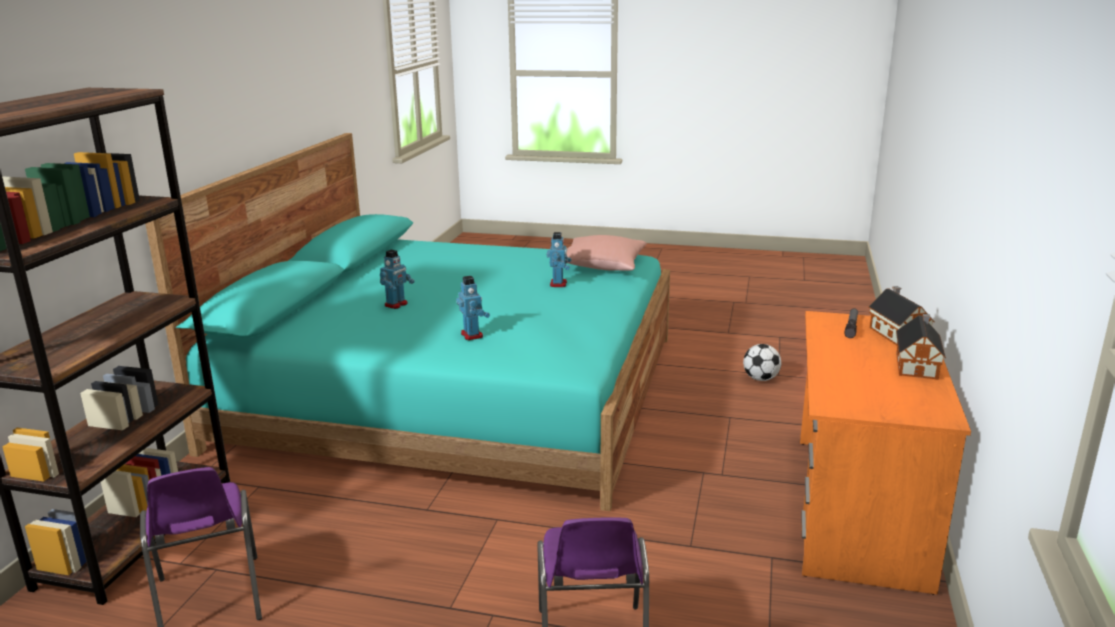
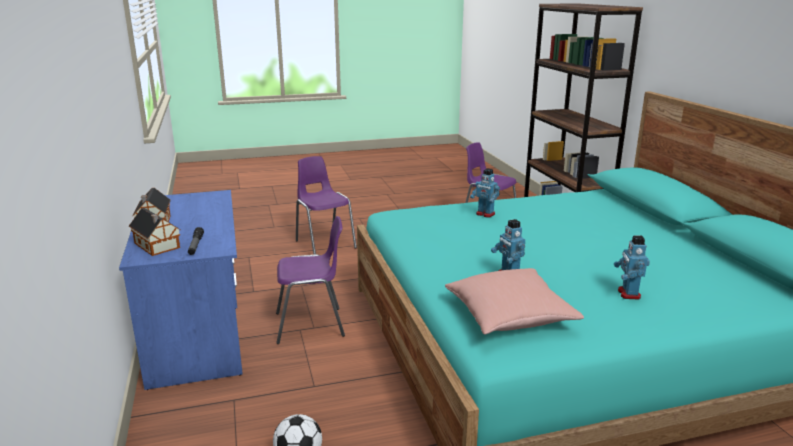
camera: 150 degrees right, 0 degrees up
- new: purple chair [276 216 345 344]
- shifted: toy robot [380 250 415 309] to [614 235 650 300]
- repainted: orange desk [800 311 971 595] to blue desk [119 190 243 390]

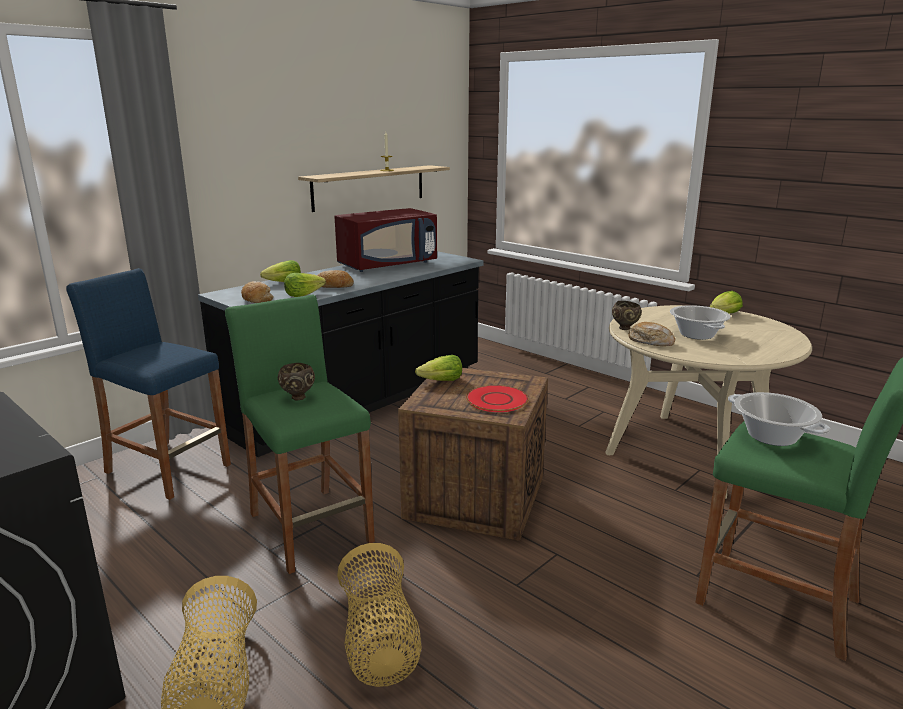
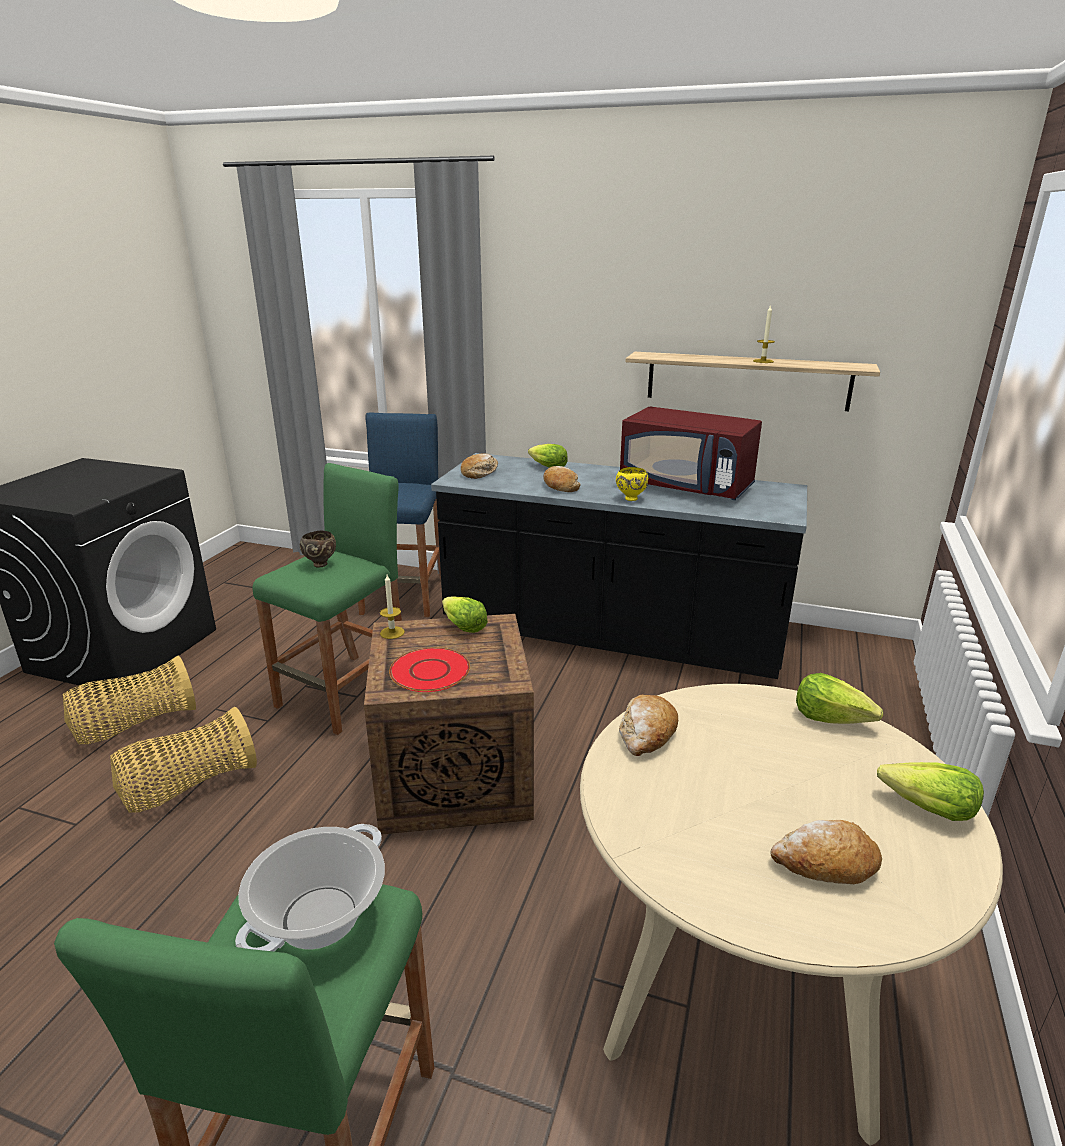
camera: 65 degrees right, 5 degrees up
- gone: brown bowl [612 301 642 330]
- gone: cooking pot [670 305 731 340]
- new: candle [380 575 405 639]
- new: yellow bowl [616 467 648 501]
- new: bread [770 820 882 884]
- shifted: lettuce [284 273 326 297] to [796 673 883 724]

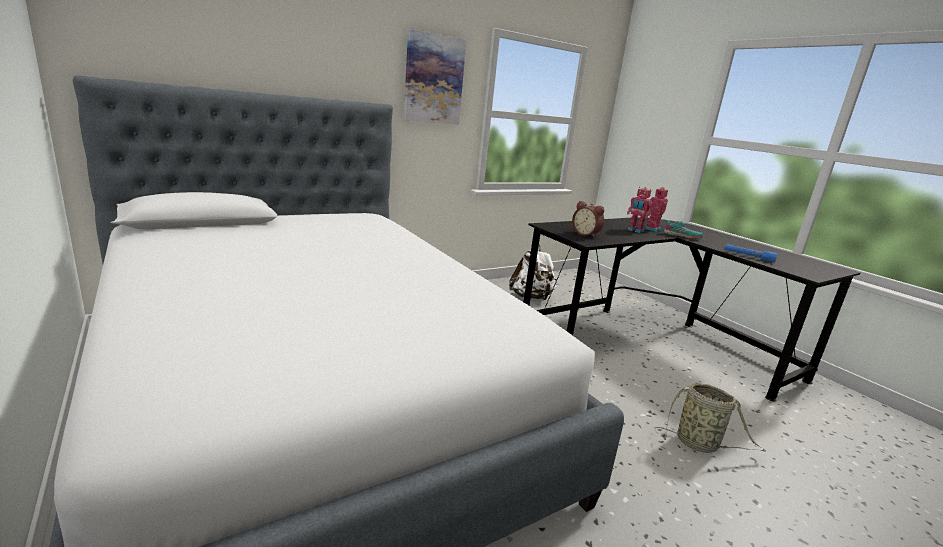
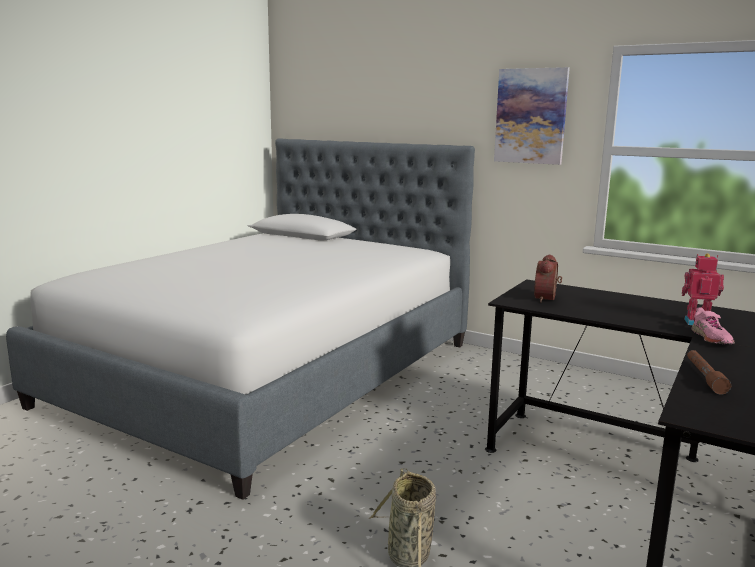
camera: 65 degrees right, 5 degrees down
- gone: white backpack [509 245 557 300]
- gone: toy robot [627 187 653 233]
- repainted: turquoise shoe [664 220 703 239] to pink shoe [692 307 735 344]
- repainted: blue flashlight [724 244 778 263] to brown flashlight [687 350 731 395]

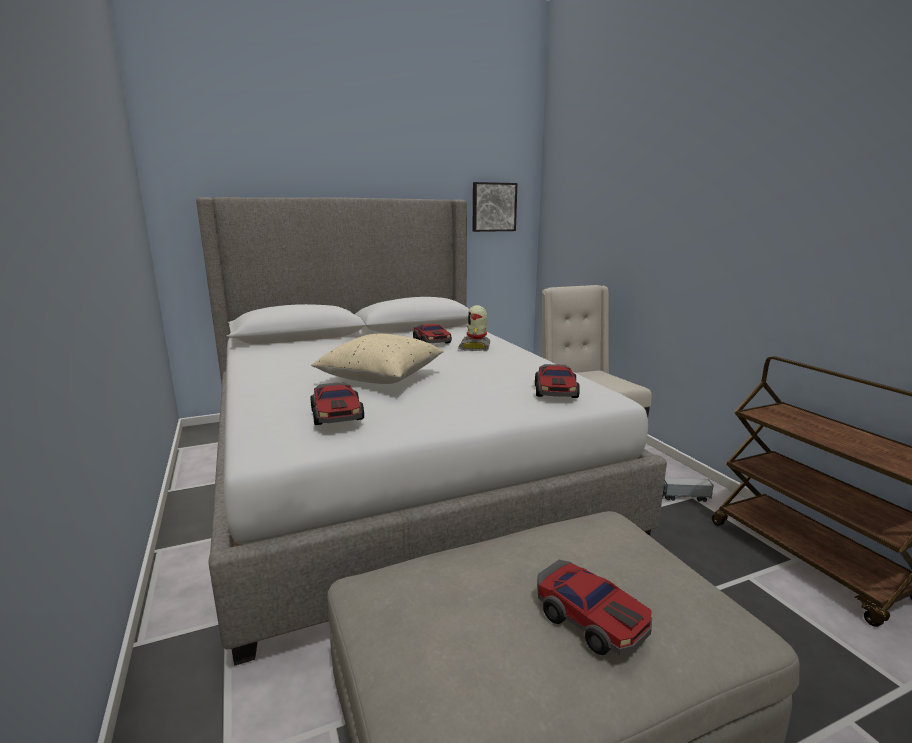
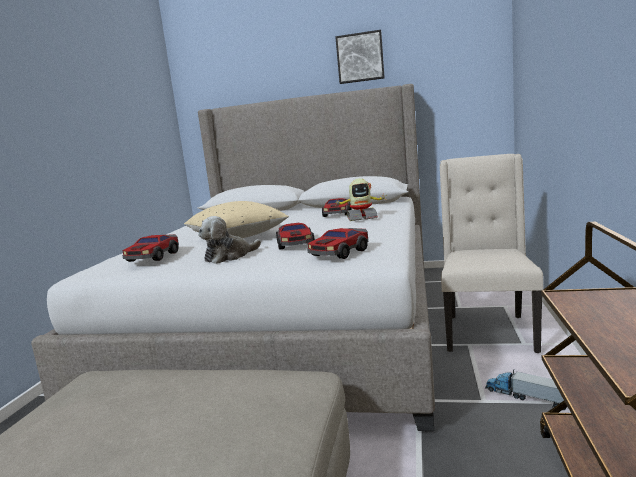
camera: 35 degrees right, 5 degrees down
- new: plush toy [198 216 261 264]
- shifted: picture [472 182 517 232] to [335 30 385 84]
- shifted: toy car [537 560 652 655] to [276 223 315 249]
- rotated: toy robot [458 305 490 351] = [335 178 387 221] 135 degrees counterclockwise

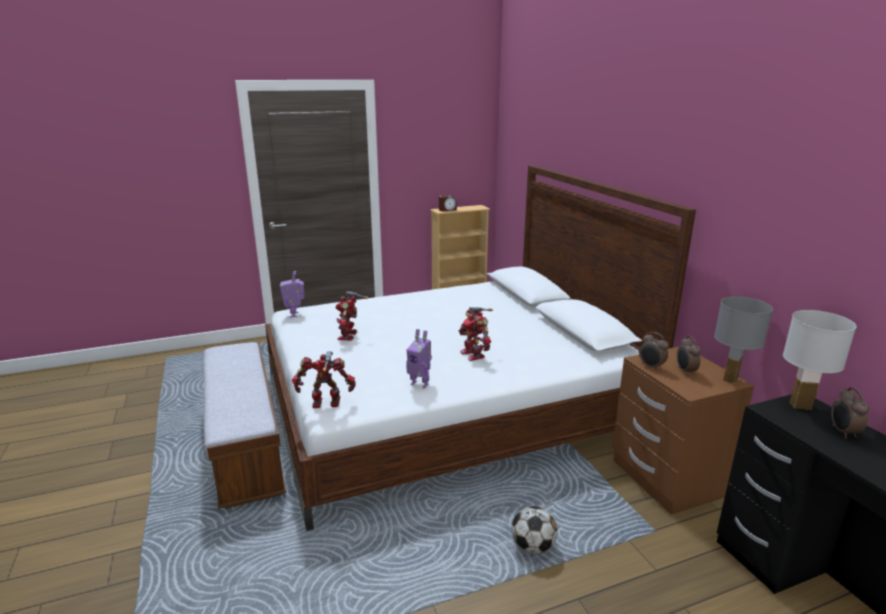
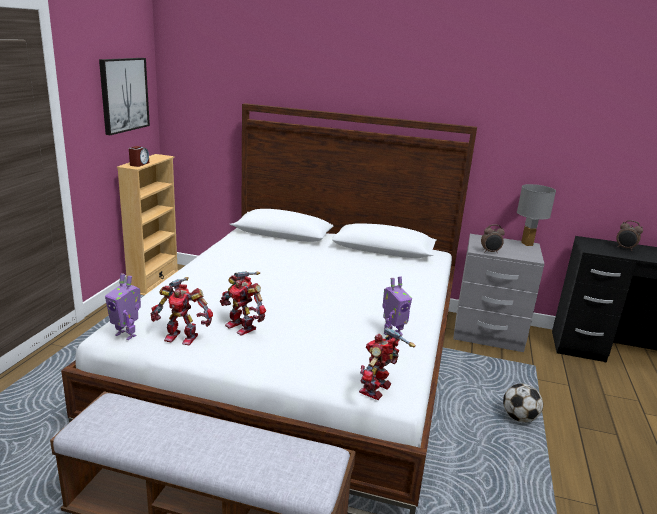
camera: 55 degrees left, 0 degrees up
- gone: alarm clock [677 336 701 376]
- gone: white table lamp [783 310 857 410]
- new: picture [99 58 150 135]
- shifted: toy robot [459 307 493 361] to [151 277 213 345]
- repainted: brown nightstand [612 346 754 515] to grey nightstand [453 234 544 352]

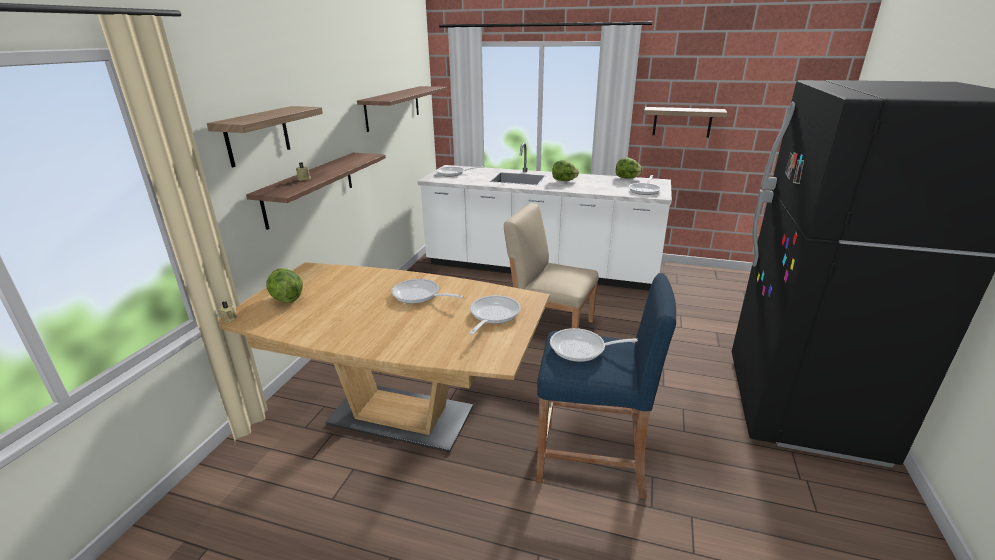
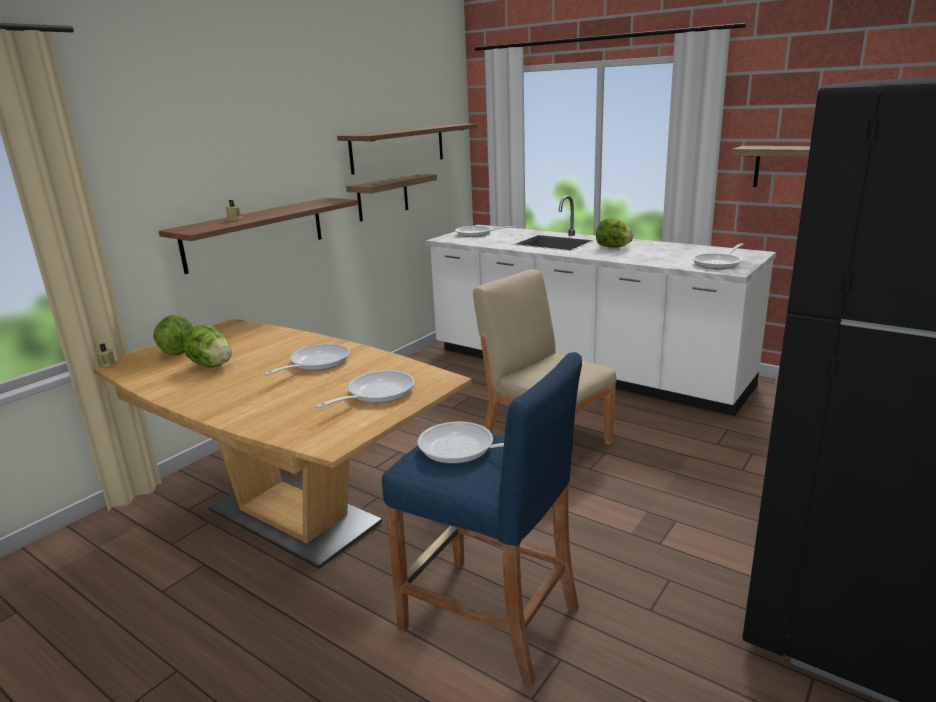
camera: 20 degrees right, 5 degrees down
- shifted: shelf [207 106 323 167] to [346 173 437 222]
- shifted: lettuce [616 158 643 179] to [184 325 232 368]
- rotated: frying pan [391 279 464 304] = [264 344 350 375] 75 degrees clockwise

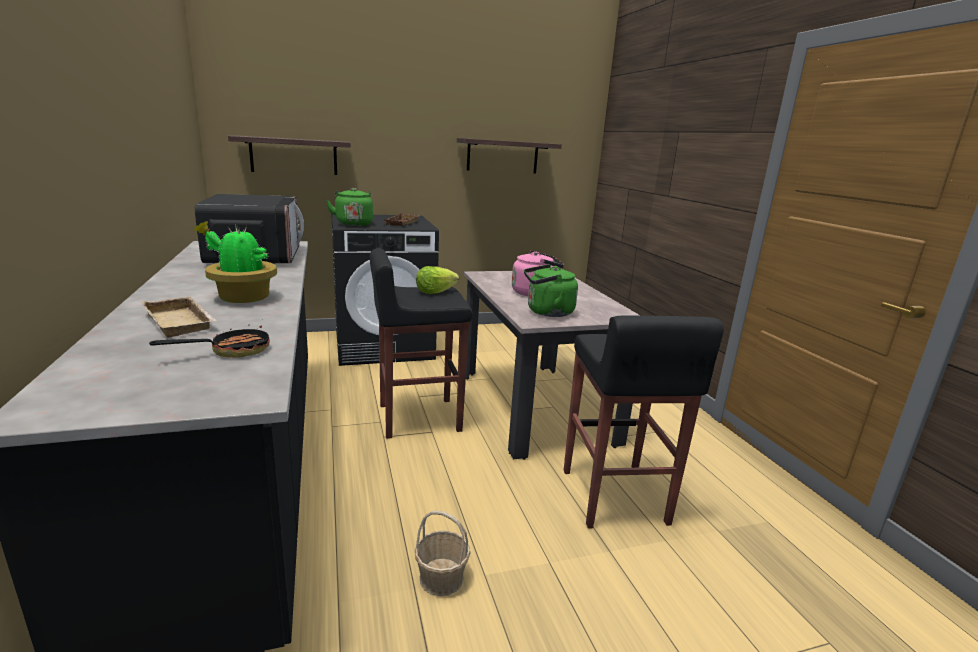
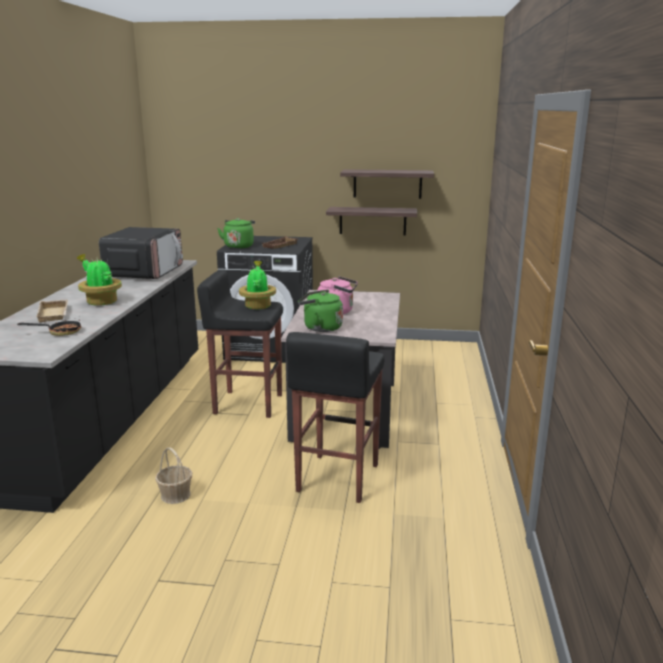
camera: 25 degrees right, 0 degrees up
- shifted: shelf [228 135 351 175] to [326 207 417 235]
- swapped: lettuce [416 266 459 294] to potted plant [239 261 276 309]

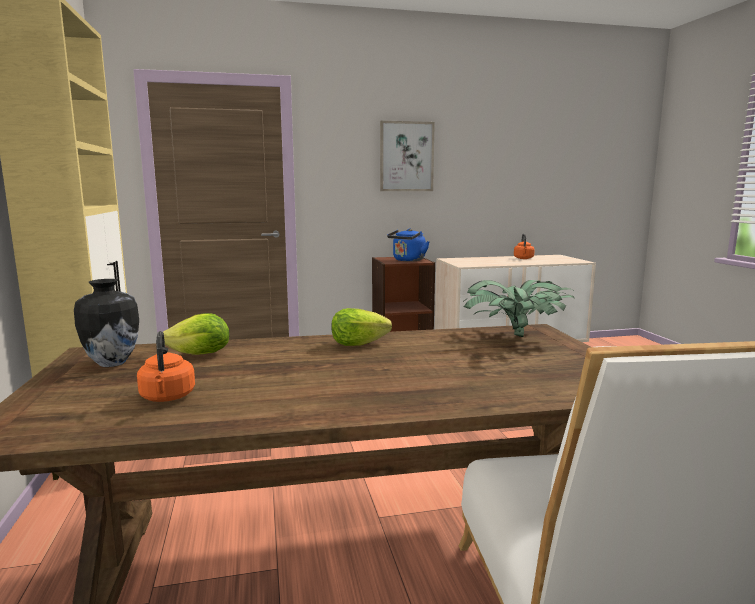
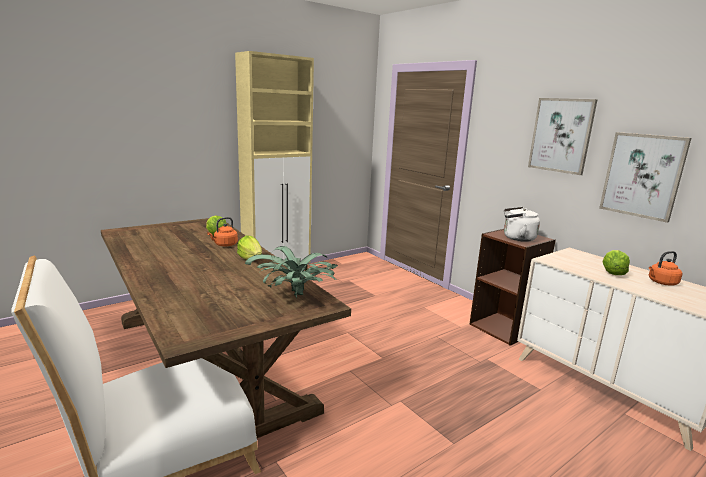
camera: 65 degrees right, 5 degrees up
- gone: vase [74 279 139 367]
- new: picture [599 132 691 223]
- new: lettuce [602 250 630 275]
- shifted: orange kettle [137 331 195 402] to [207 217 238 246]
- repainted: blue kettle [387 228 430 261] to white kettle [504 207 540 242]

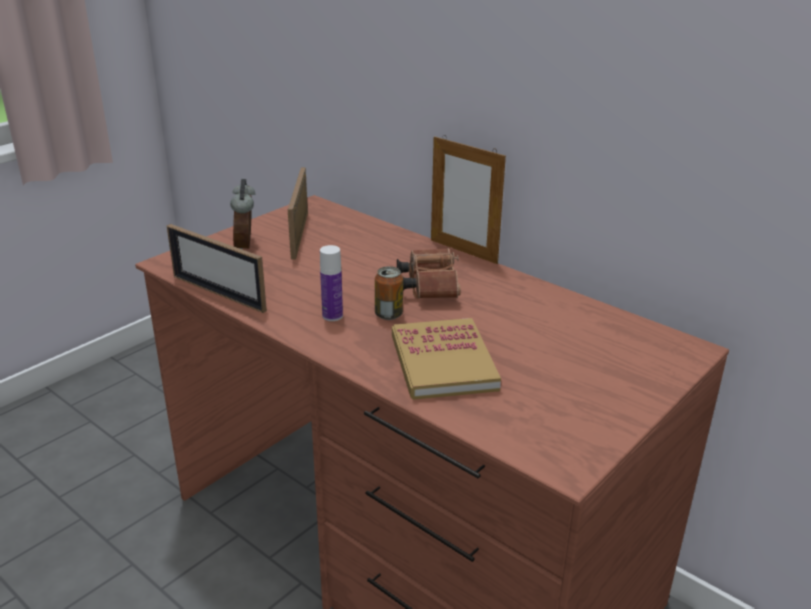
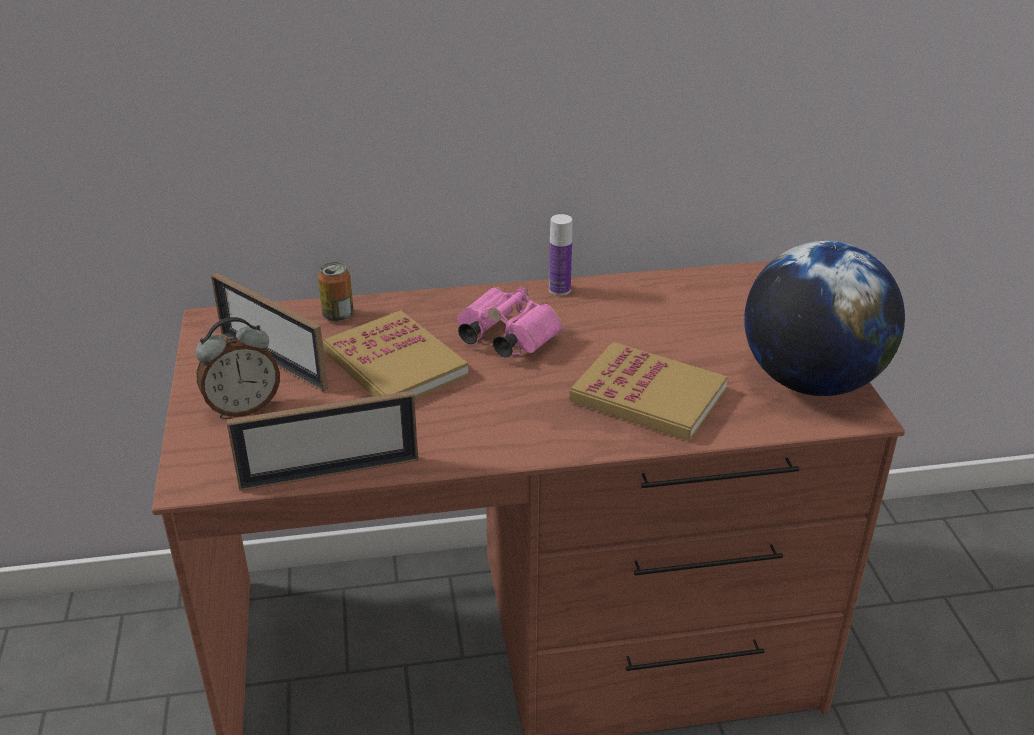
camera: 50 degrees left, 5 degrees up
- gone: picture frame [431 135 506 264]
- new: book [323 311 468 399]
- new: globe [744 241 905 396]
- shifted: bottle [320 245 343 321] to [549 214 572 296]
- shifted: can [375 266 403 320] to [318 262 354 322]
- repainted: brown binoculars [397 248 461 298] to pink binoculars [457 287 562 358]
- rotated: alarm clock [230 179 255 250] = [195 317 280 418] 60 degrees counterclockwise

